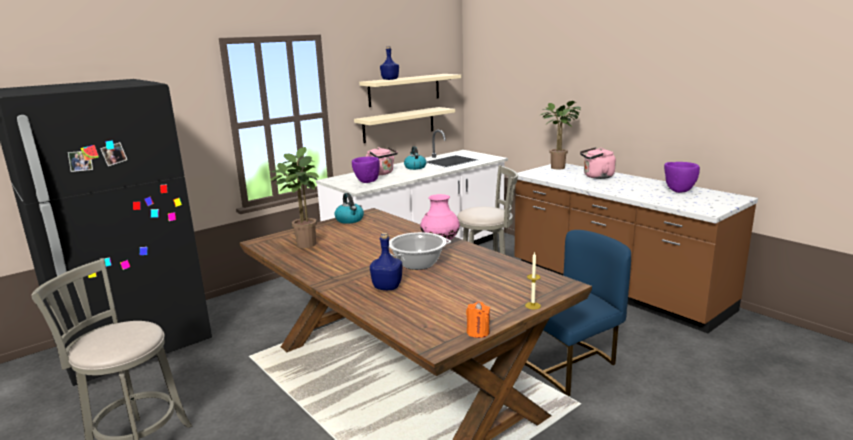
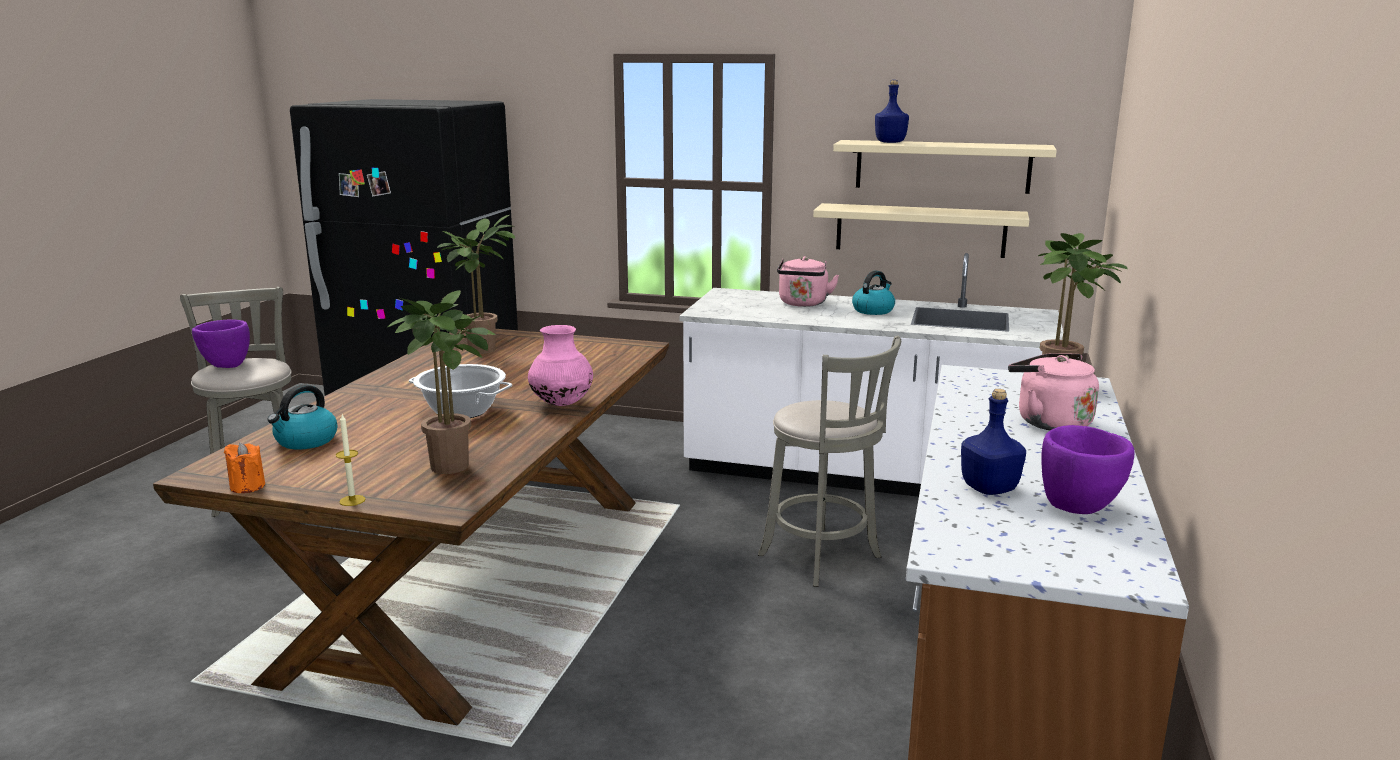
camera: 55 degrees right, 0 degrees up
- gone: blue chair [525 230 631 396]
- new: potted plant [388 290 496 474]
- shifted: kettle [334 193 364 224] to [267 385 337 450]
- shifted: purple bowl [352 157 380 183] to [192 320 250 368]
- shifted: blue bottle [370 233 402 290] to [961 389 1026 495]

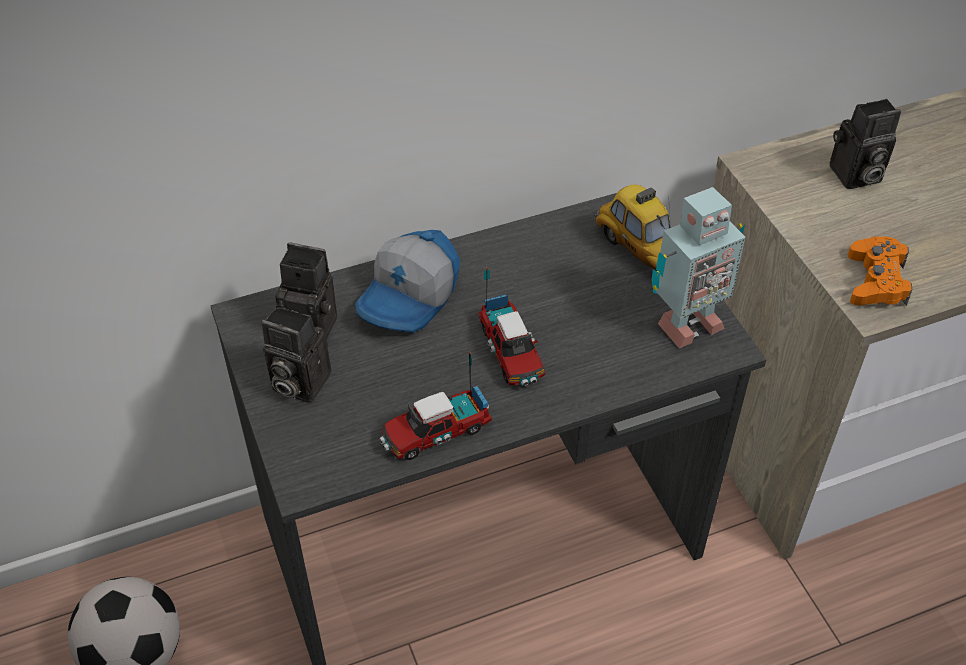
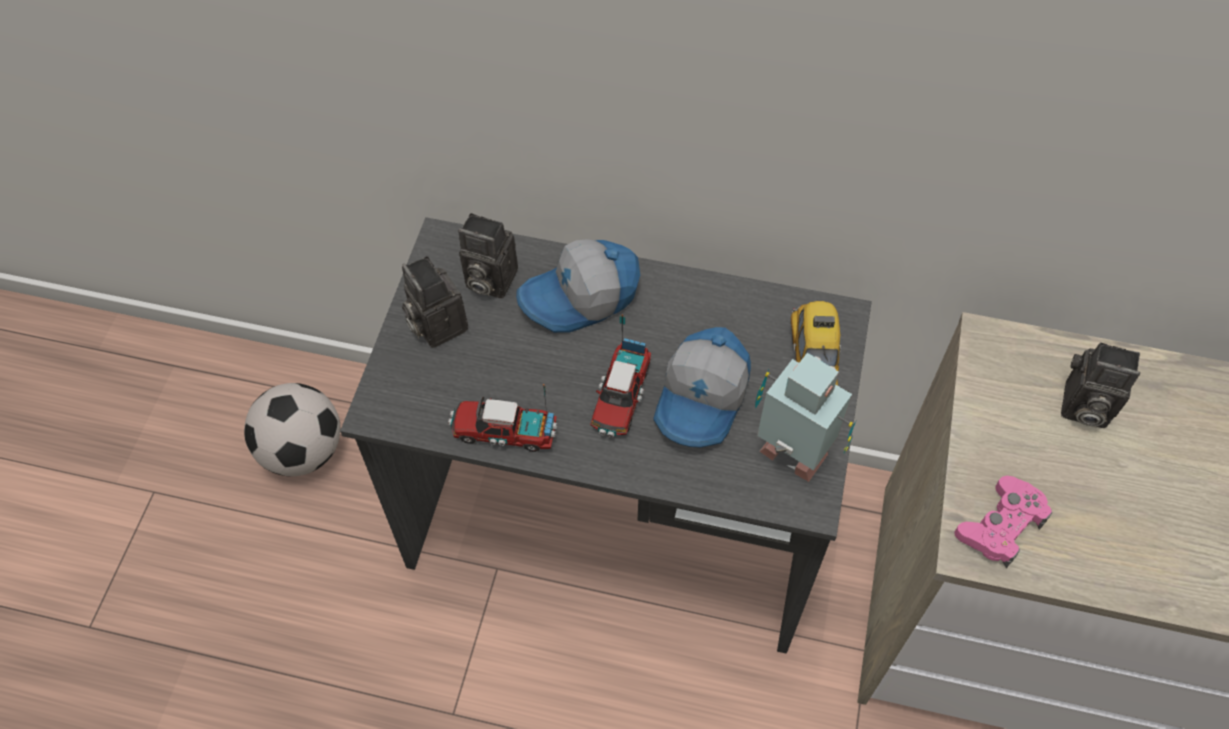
camera: 35 degrees right, 10 degrees up
- new: cap [653 327 751 448]
- repainted: orange game controller [848 236 912 306] to pink game controller [954 476 1052 568]
- rotated: photo camera [276 242 337 340] = [458 213 518 299] 150 degrees clockwise
- rotated: toy robot [652 187 746 348] = [755 353 856 482] 150 degrees counterclockwise

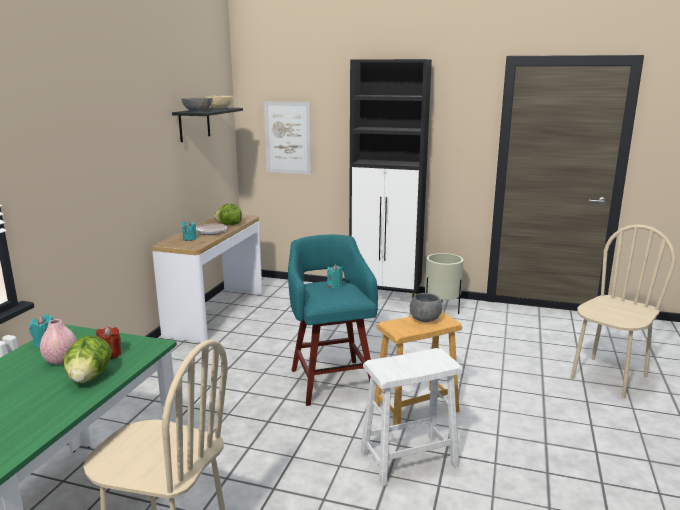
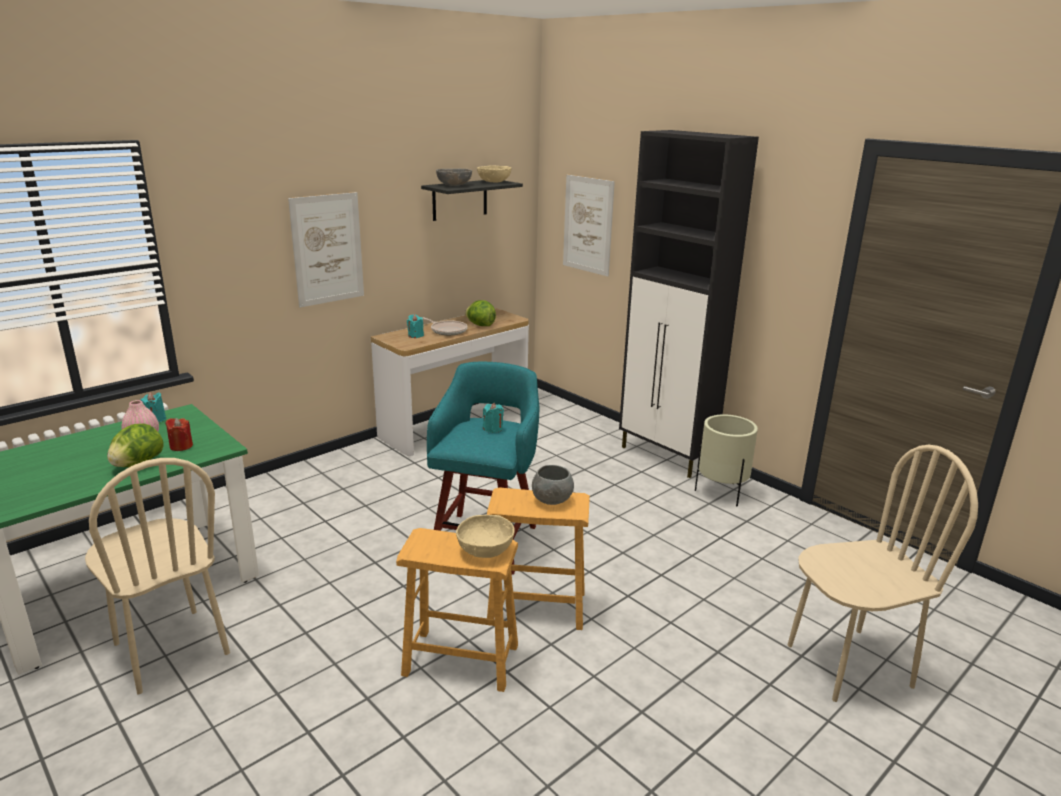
camera: 30 degrees right, 5 degrees up
- new: picture [288 192 364 307]
- new: beige bowl [456 515 515 558]
- repainted: white stool [360 348 463 486] to brown stool [396 528 518 692]

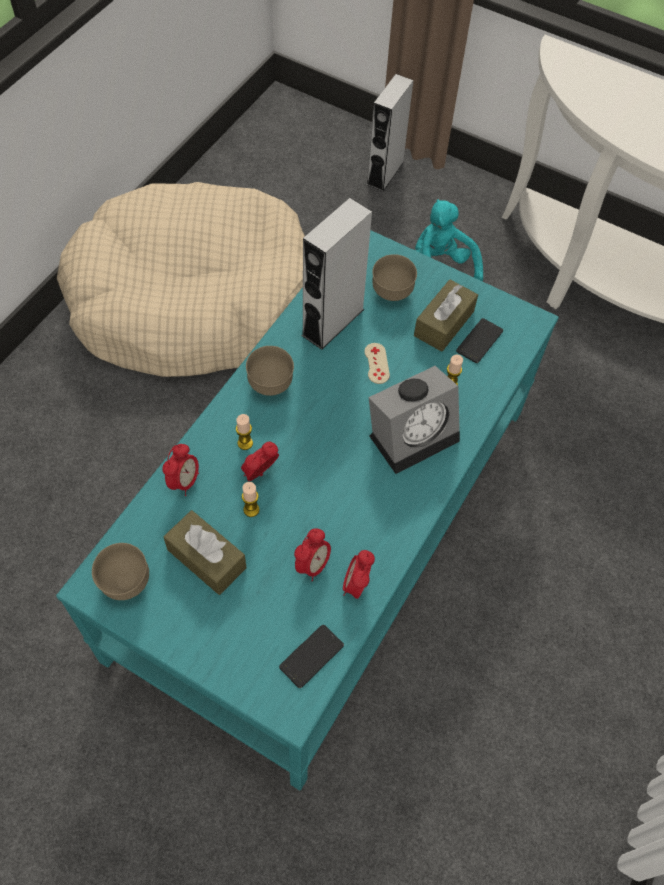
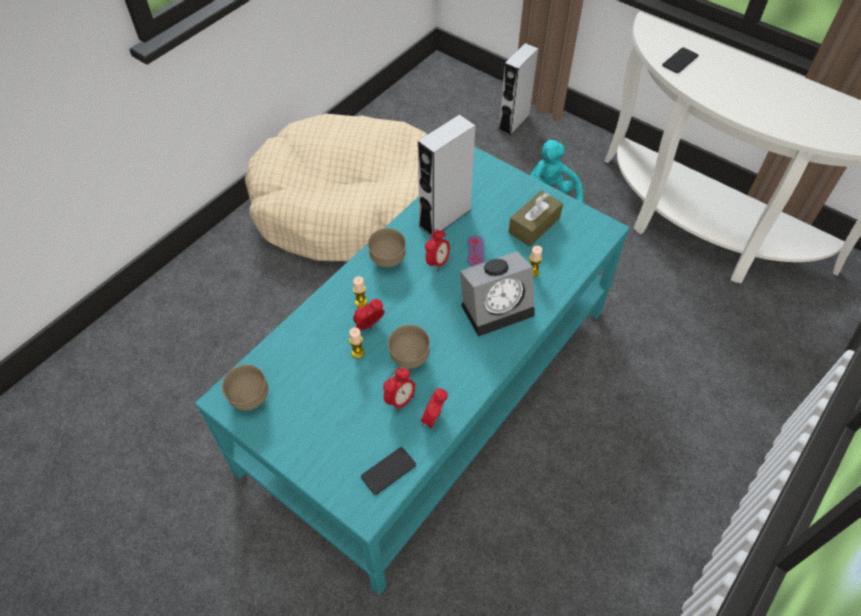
camera: 10 degrees right, 5 degrees down
- gone: brown tissue box [164 510 246 595]
- shifted: alarm clock [162 444 199 496] to [425 229 450 272]
- shifted: brown bowl [372 254 417 301] to [388 325 430 369]
- shifted: phone [456 318 503 363] to [662 47 699 73]
- repainted: beige game controller [364 343 390 384] to purple game controller [467 235 485 266]

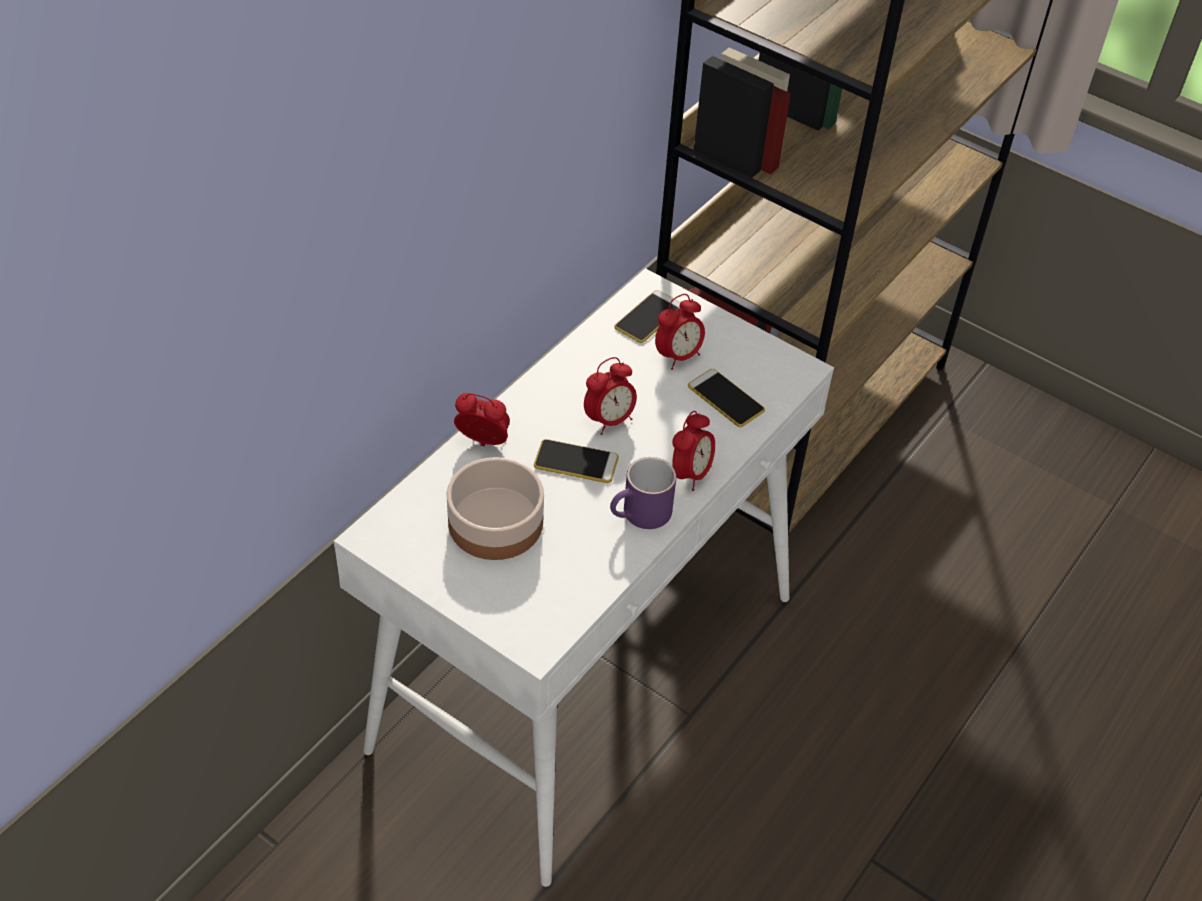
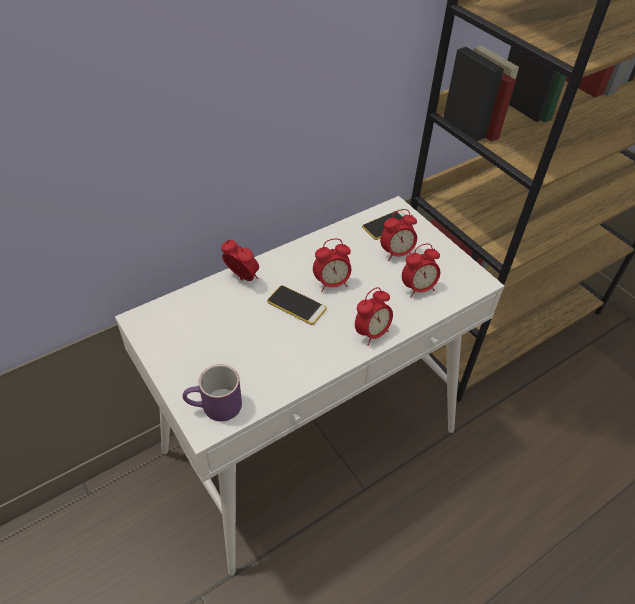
camera: 20 degrees right, 0 degrees up
- gone: bowl [447 457 544 560]
- shifted: purple mug [610 457 676 529] to [183 364 242 421]
- swapped: phone [688 369 765 427] to alarm clock [402 243 440 298]

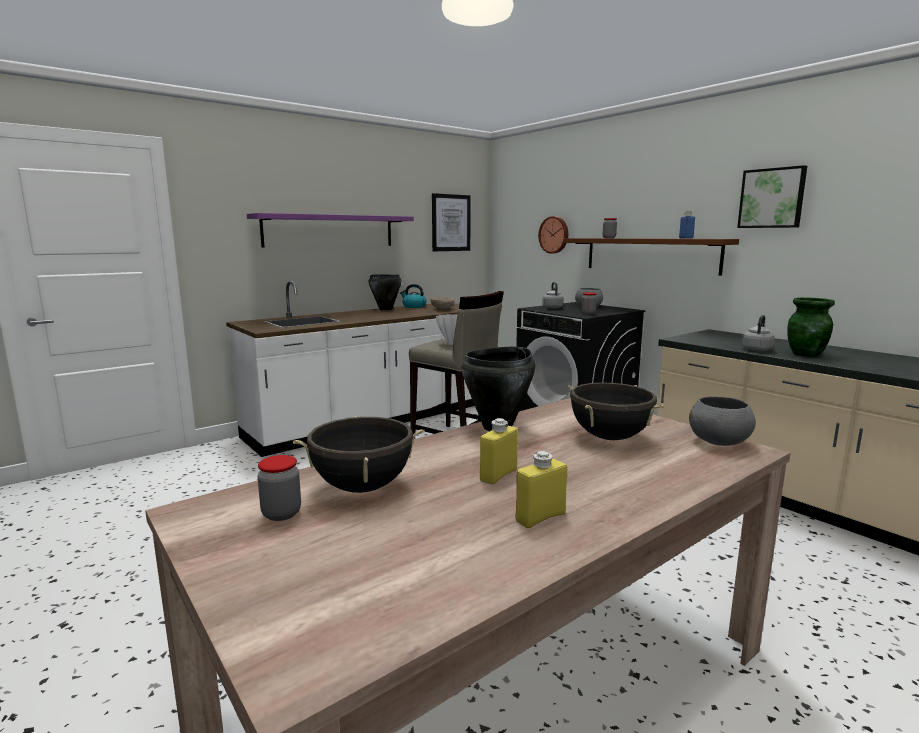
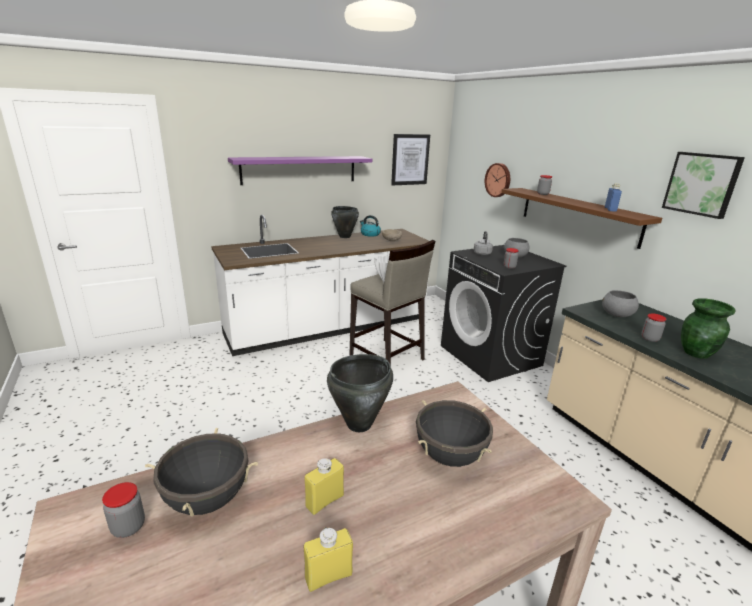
camera: 10 degrees right, 10 degrees up
- shifted: grey bowl [689 396 756 446] to [602 290 639 317]
- swapped: grey kettle [742 315 775 352] to jar [641 313 666 342]

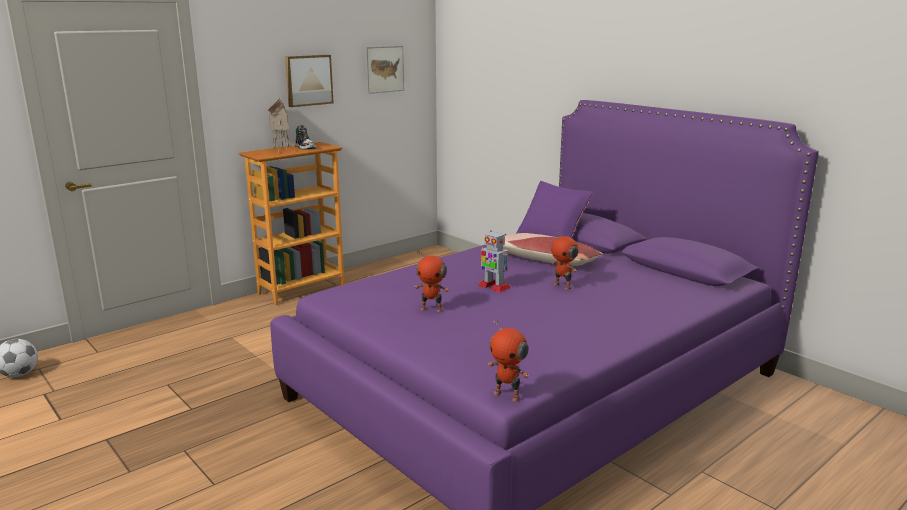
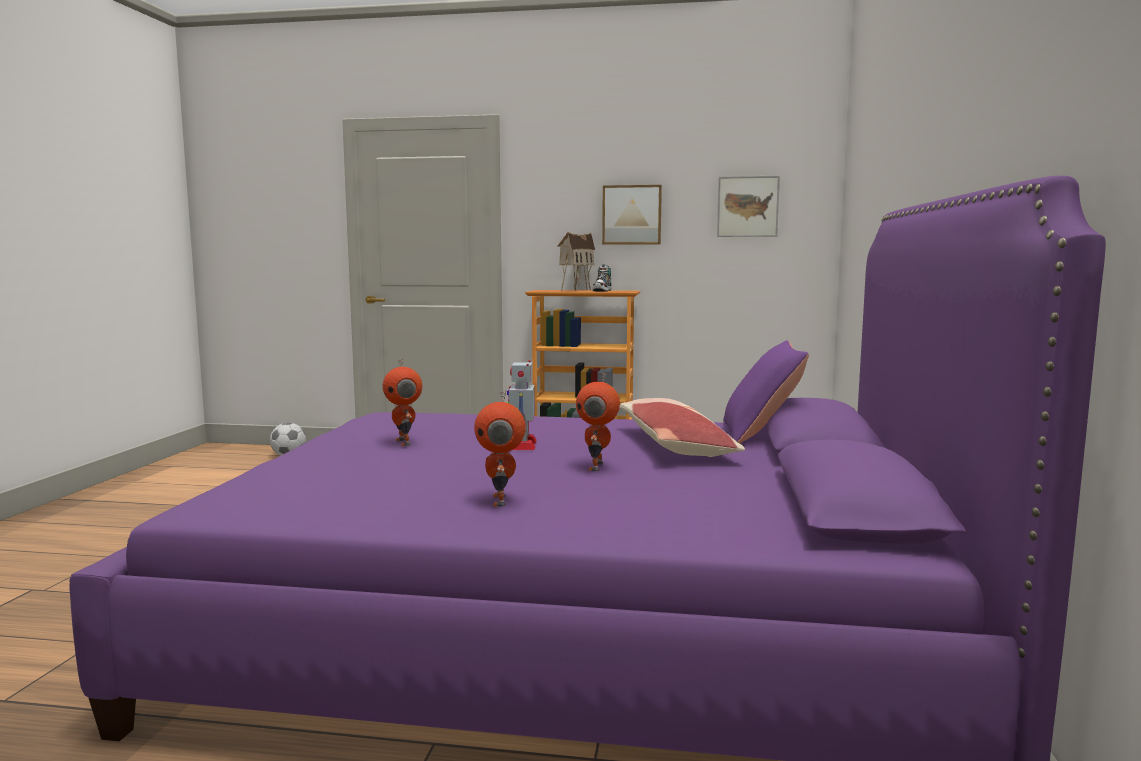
camera: 50 degrees right, 10 degrees down
- shifted: toy robot [488 319 529 401] to [474 390 526 507]

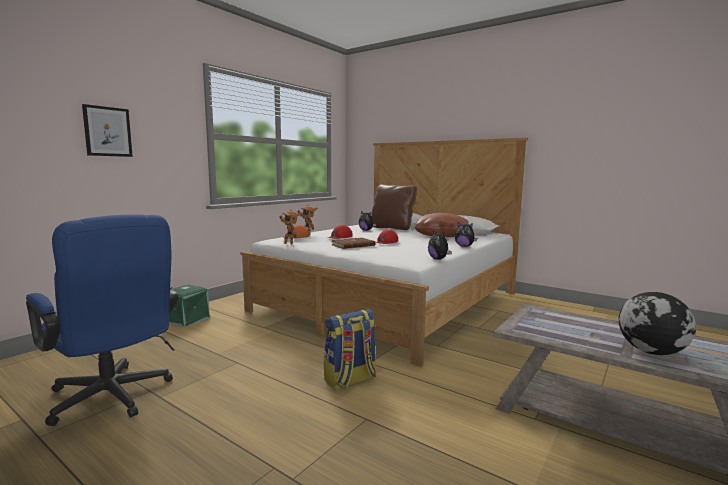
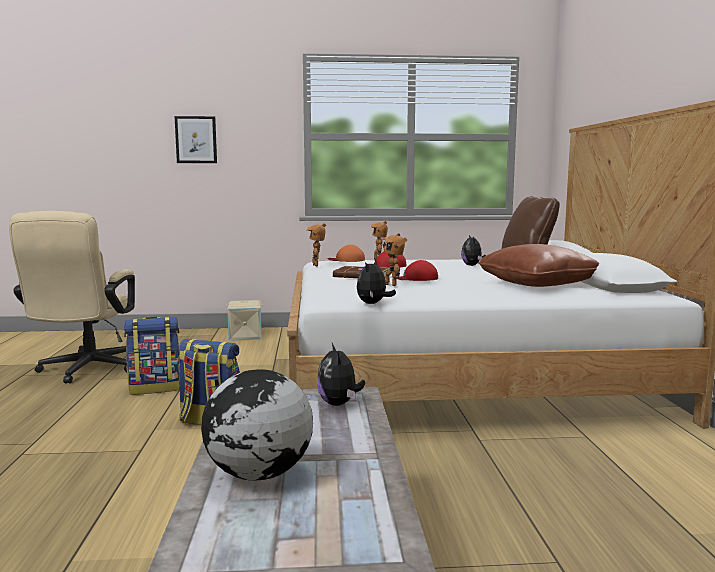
camera: 50 degrees right, 0 degrees up
- new: backpack [124 316 180 395]
- new: toy robot [382 233 407 286]
- shifted: plush toy [455 222 477 247] to [317 343 365 406]
- repainted: blue office chair [26 214 178 426] to beige office chair [9 211 135 383]
- repainted: green storage box [169 284 210 327] to beige storage box [226 300 263 341]

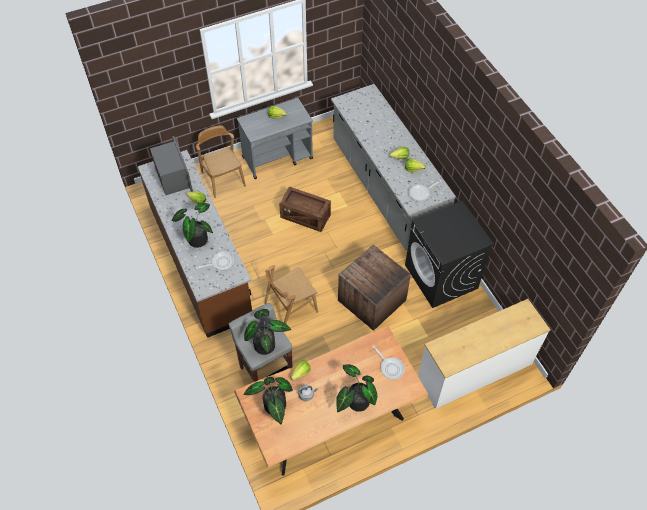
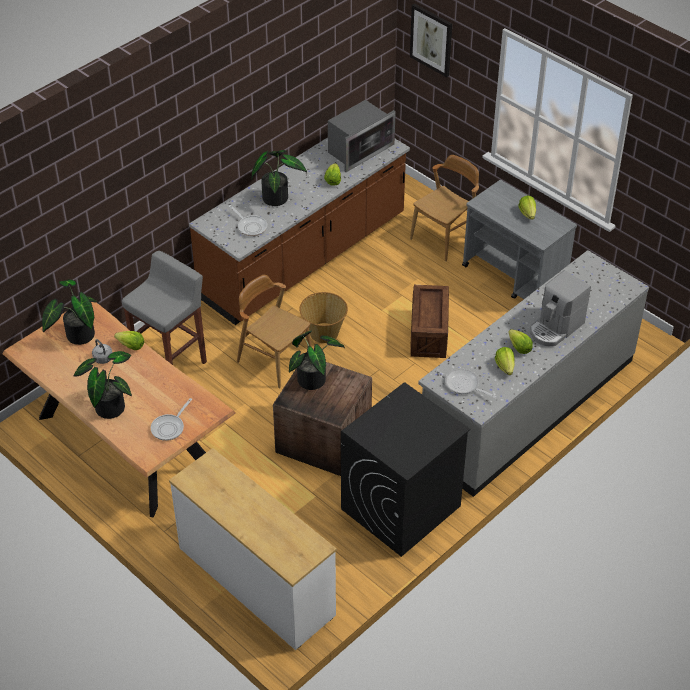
camera: 70 degrees right, 10 degrees down
- new: basket [299 292 348 343]
- new: picture [410 4 452 77]
- new: coffee machine [530 270 591 346]
- shifted: potted plant [244 309 291 355] to [289 331 345 390]

